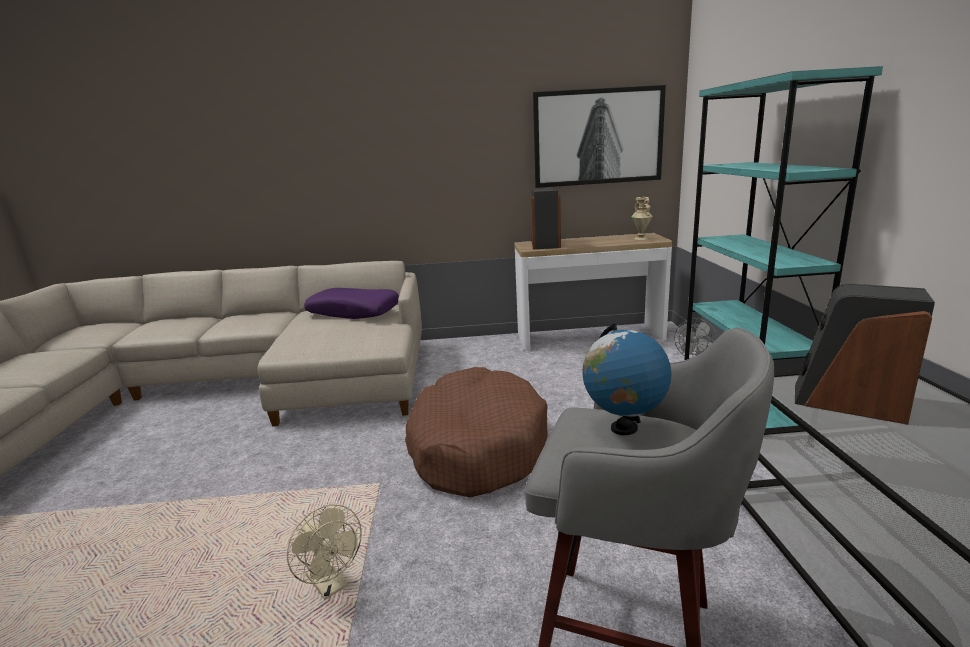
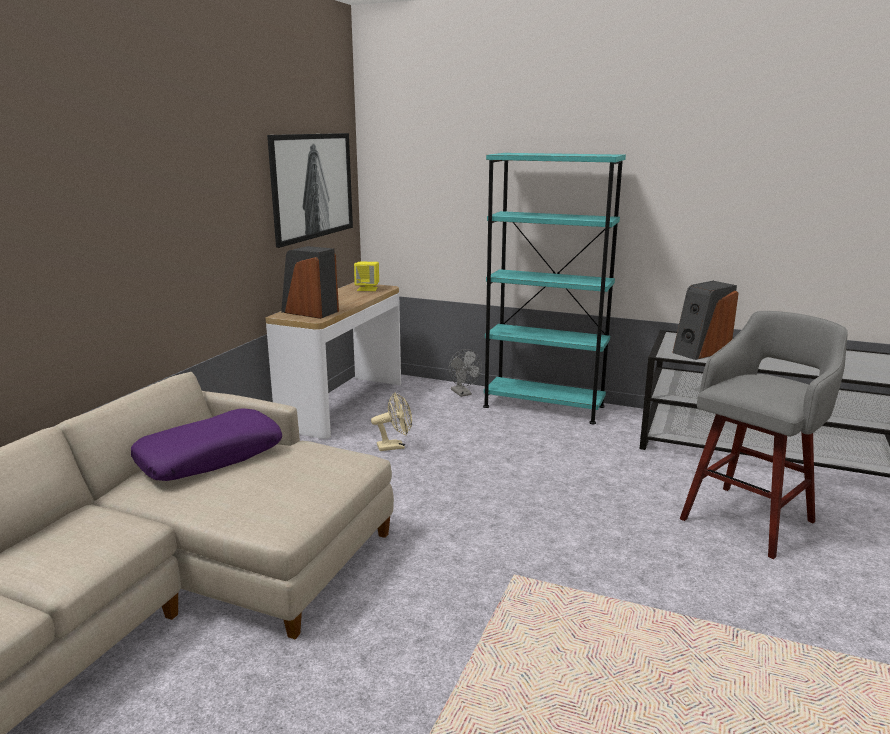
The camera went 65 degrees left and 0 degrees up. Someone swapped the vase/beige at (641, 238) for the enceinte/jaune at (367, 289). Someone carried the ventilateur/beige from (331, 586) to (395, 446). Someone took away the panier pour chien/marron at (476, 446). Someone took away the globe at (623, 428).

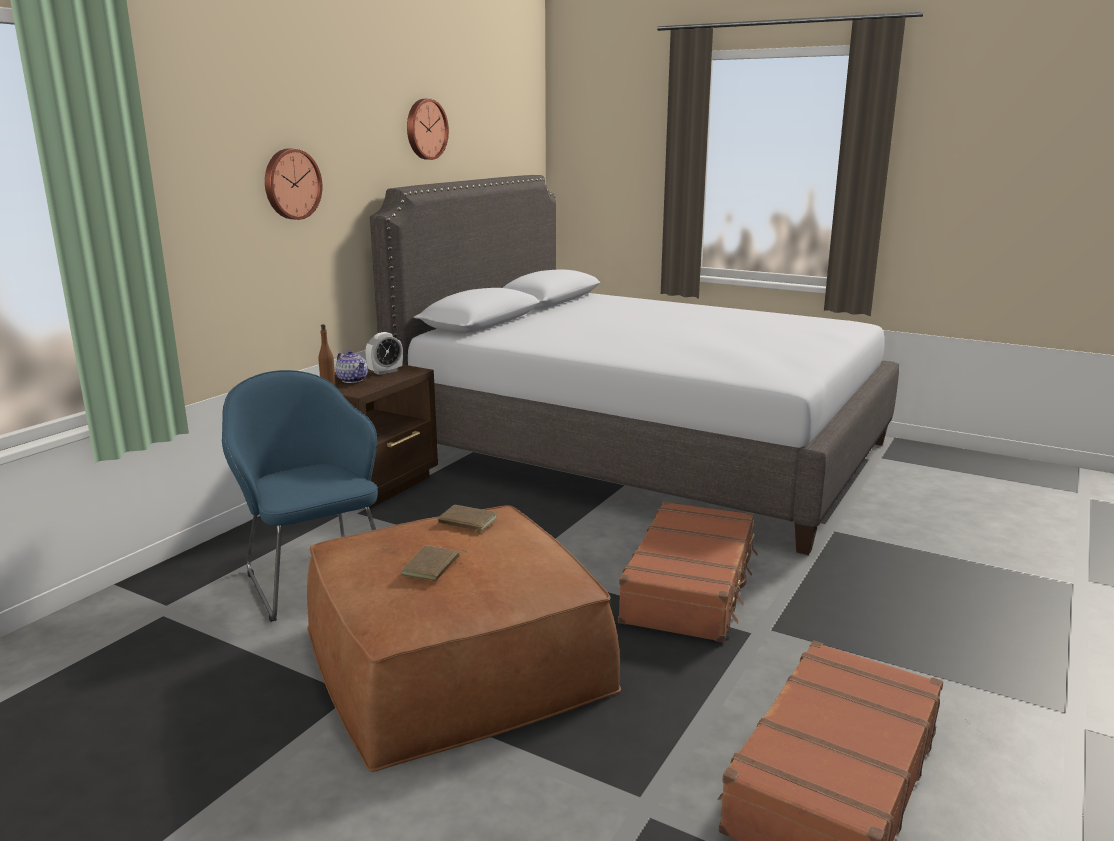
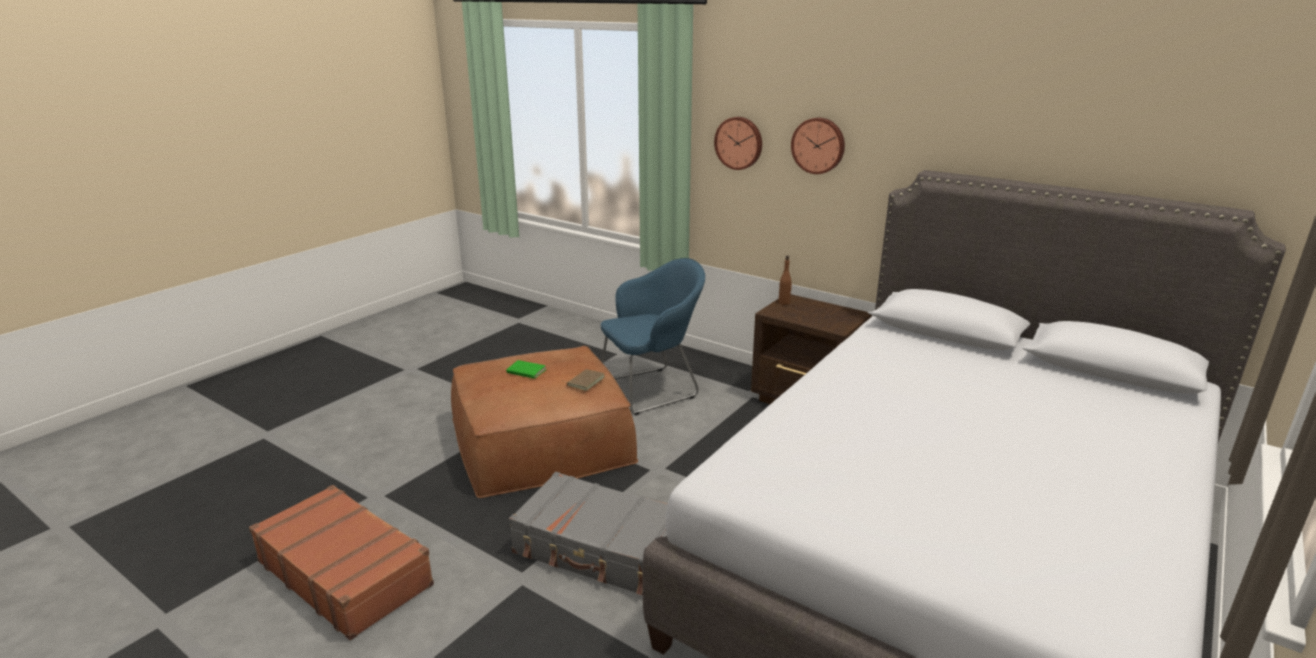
The camera went 95 degrees right and 5 degrees up. Someone repainted the livre/marron at (433, 567), which became the livre/vert at (525, 372). Someone repainted the valise/marron at (691, 586), which became the valise/gris at (604, 550). Someone carried the horloge murale from (425, 129) to (739, 143). Someone took away the théière at (352, 380). Someone took away the réveil at (385, 372).

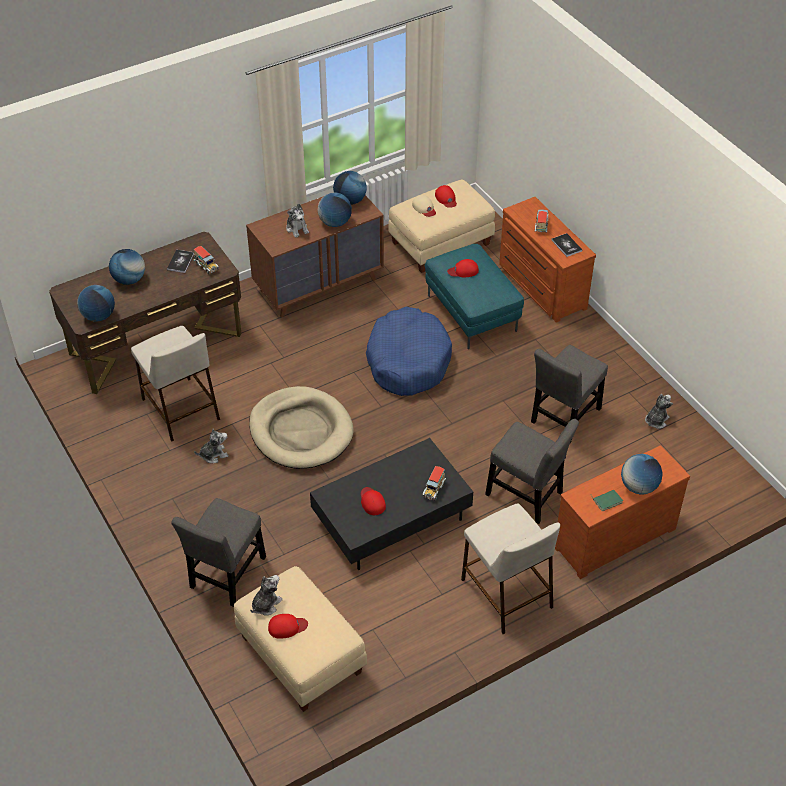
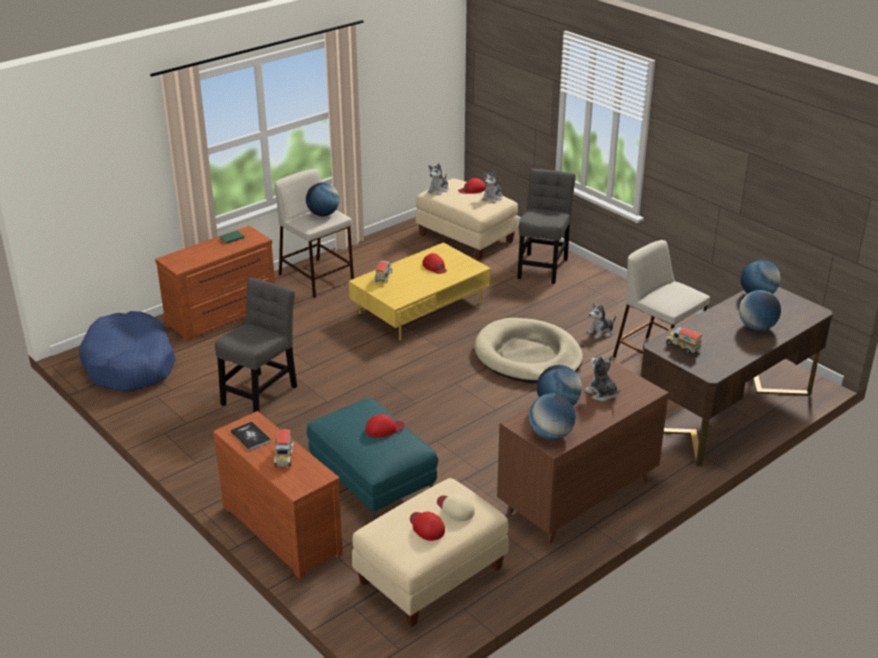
The camera went 170 degrees right and 15 degrees down. Someone carried the panier pour chien/bleu from (408, 361) to (130, 365). Someone carried the globe from (639, 486) to (323, 214). Someone repainted the table basse/noir at (391, 520), which became the table basse/jaune at (420, 307). Someone carried the peluche from (656, 420) to (438, 190). Someone took away the livre at (180, 262). Someone took away the chaise/gris at (527, 496).

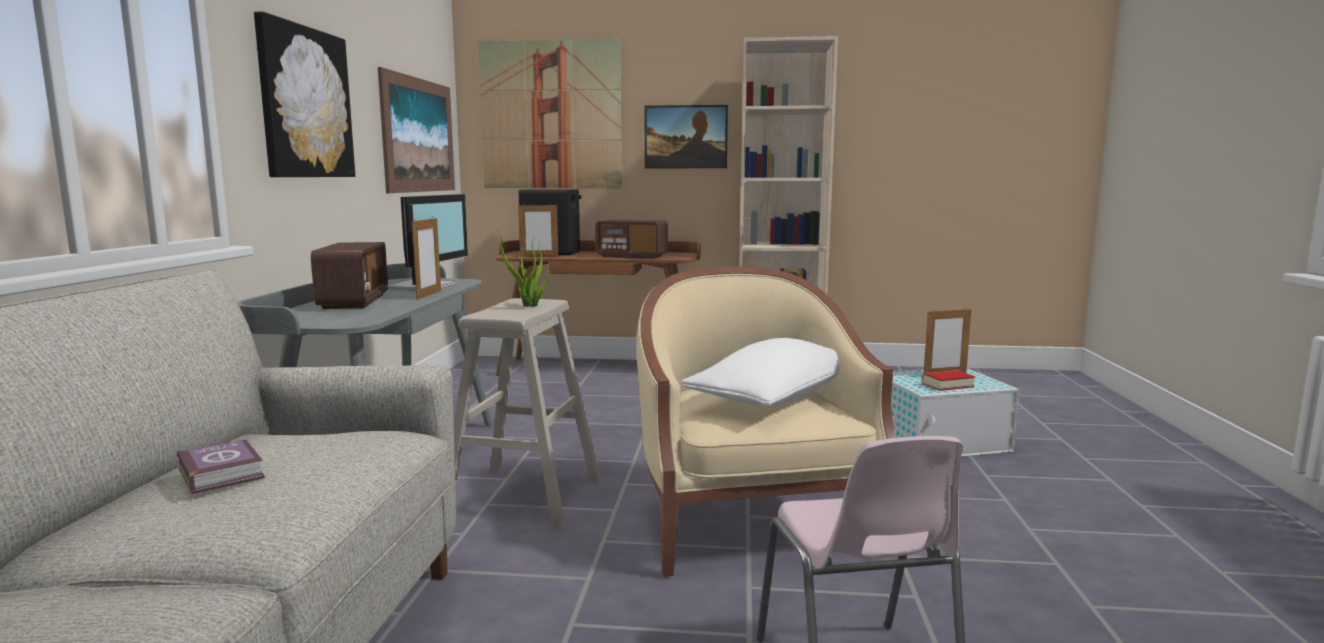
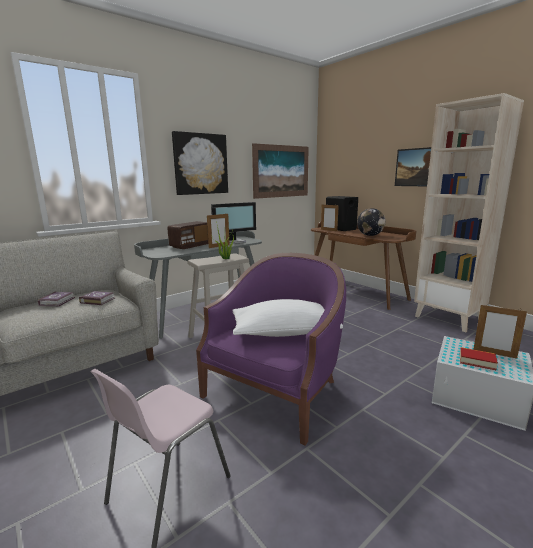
The camera went 45 degrees right and 5 degrees up. Someone put down the livre at (97, 300). Someone repainted the fauteuil/beige at (753, 522), which became the fauteuil/violet at (276, 392). Someone swapped the radio at (632, 256) for the globe at (370, 235). Someone took away the tableau at (550, 115).

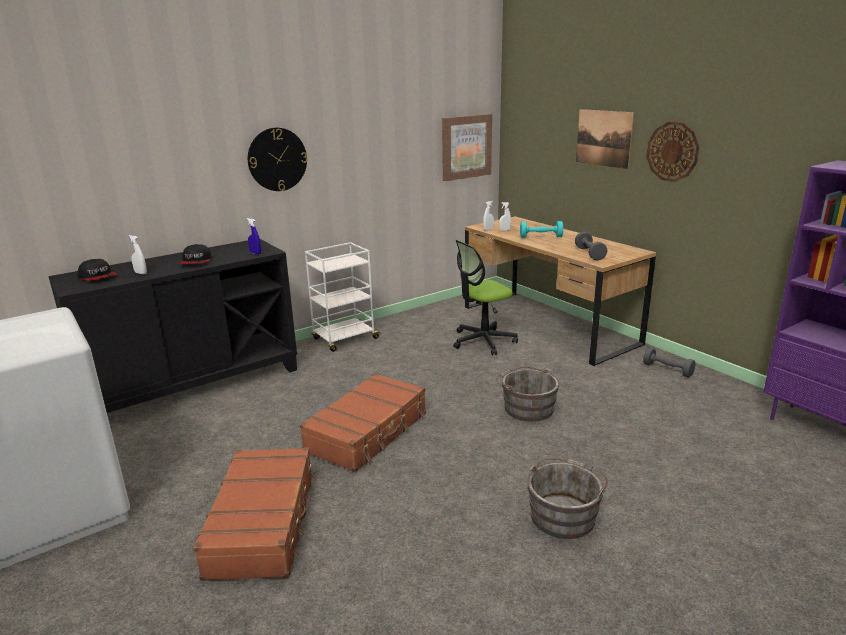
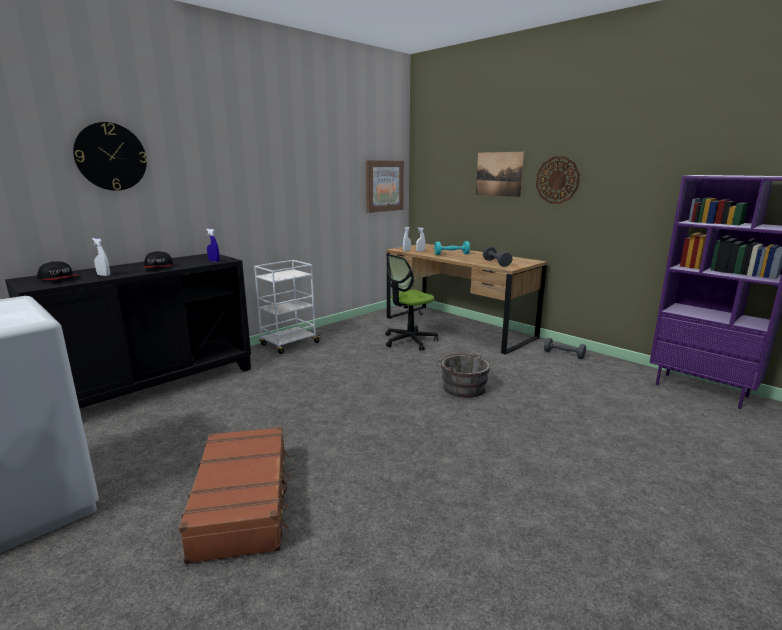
The camera went 10 degrees left and 5 degrees down. Someone carried the horloge murale from (277, 159) to (111, 157). Someone took away the valise/marron at (368, 432). Someone took away the seau/gris at (564, 514).

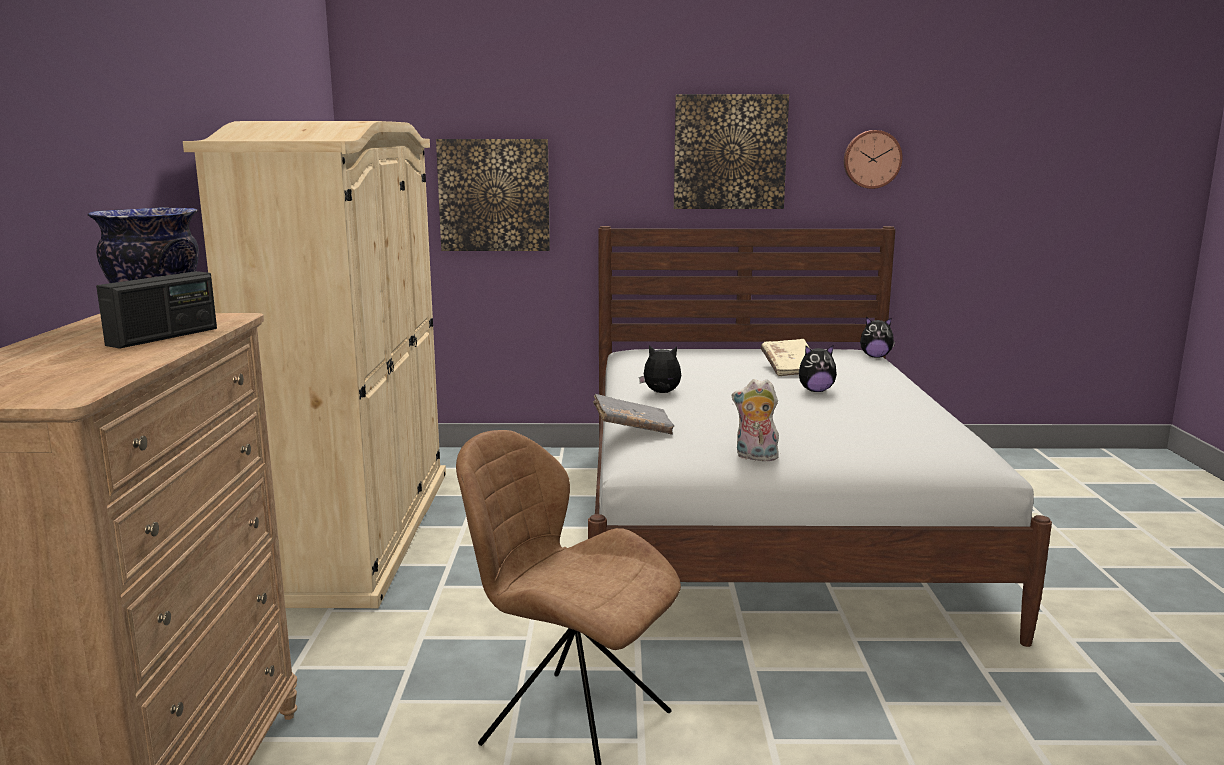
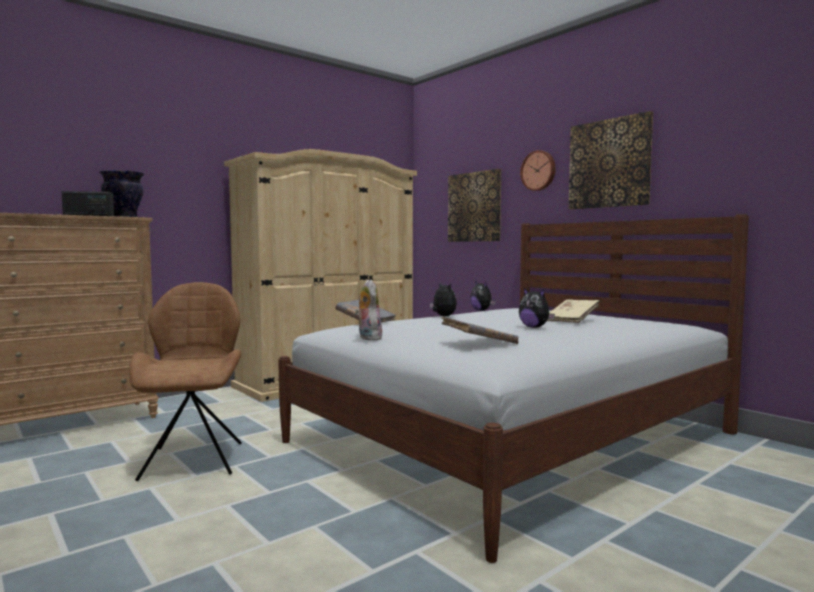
The camera went 50 degrees right and 10 degrees down. Someone put down the livre/gris at (479, 343). Someone carried the peluche from (875, 357) to (482, 310). Someone carried the horloge murale from (871, 159) to (539, 171).

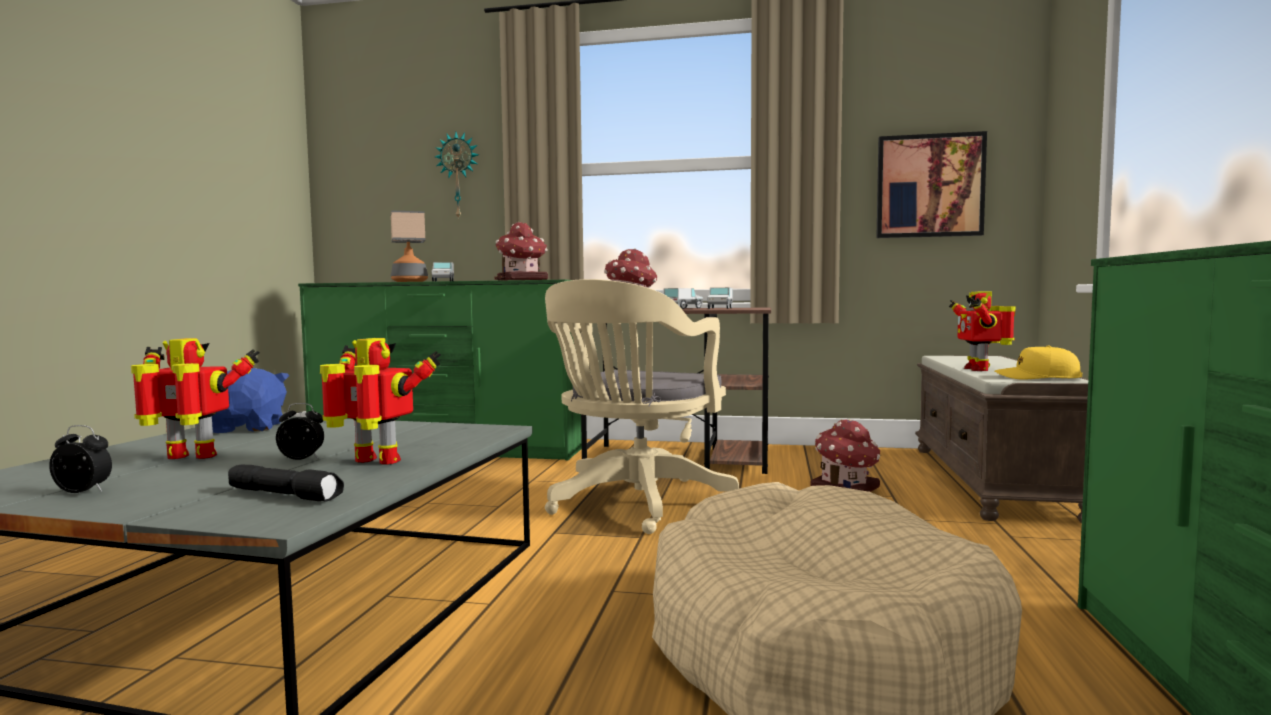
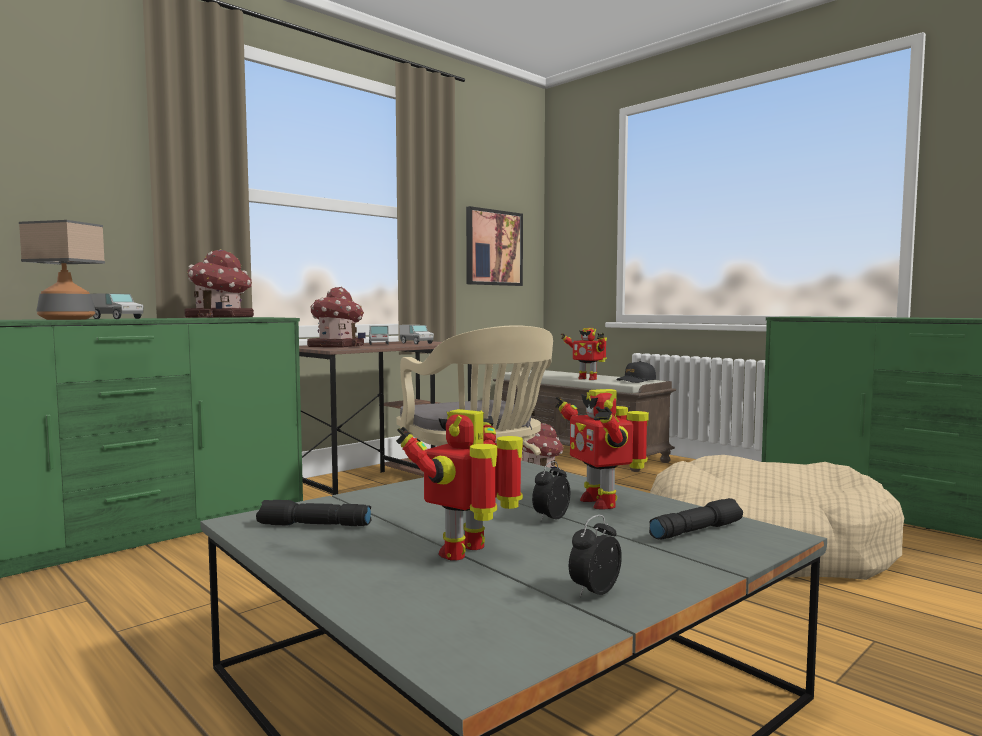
The camera went 55 degrees left and 0 degrees up. Someone swapped the peluche/bleu at (248, 428) for the lampe de poche/noir at (313, 526). Someone rotated the robot jouet at (376, 462) by 75 degrees counterclockwise. Someone repainted the casquette/jaune at (1037, 377), which became the casquette/noir at (636, 381). Someone took away the horloge murale at (458, 176).

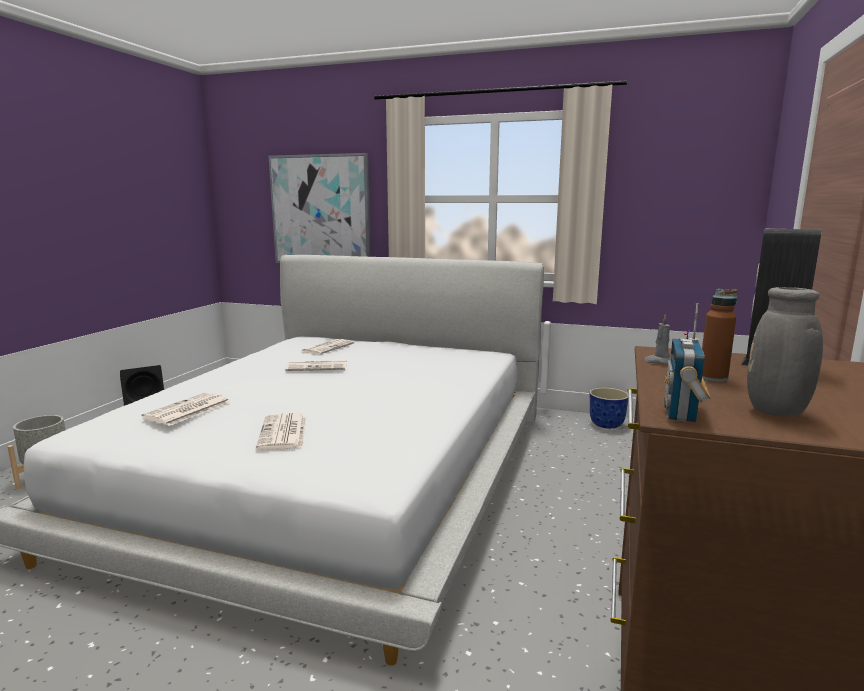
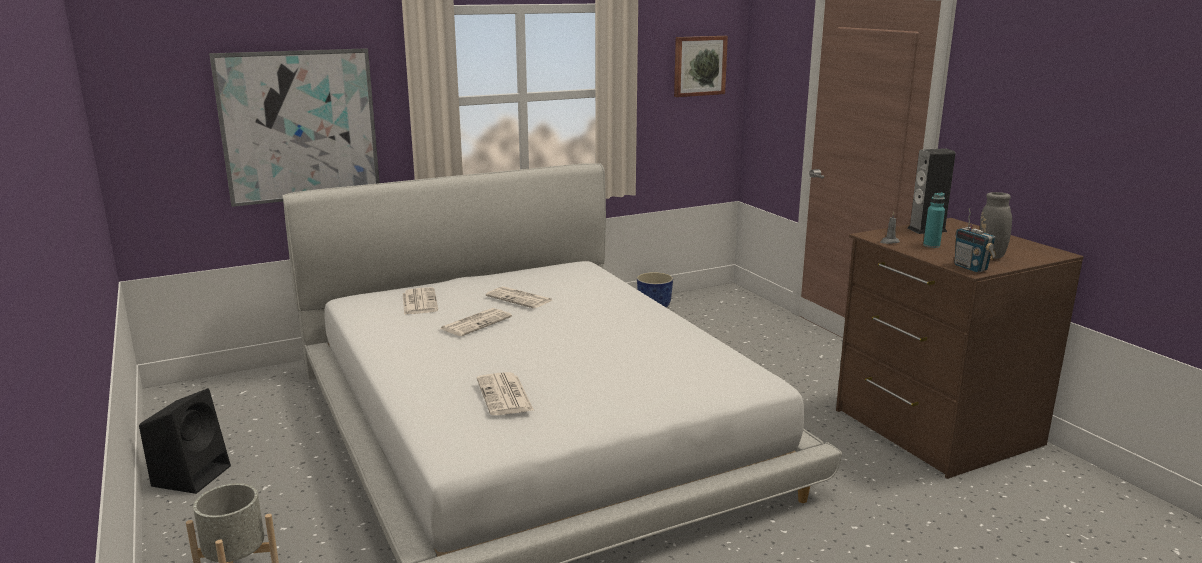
The camera went 45 degrees left and 5 degrees up. Someone carried the journal from (283, 433) to (520, 298). Someone put up the tableau at (699, 66). Someone repainted the bouteille/marron at (713, 378), which became the bouteille/turquoise at (931, 245).

